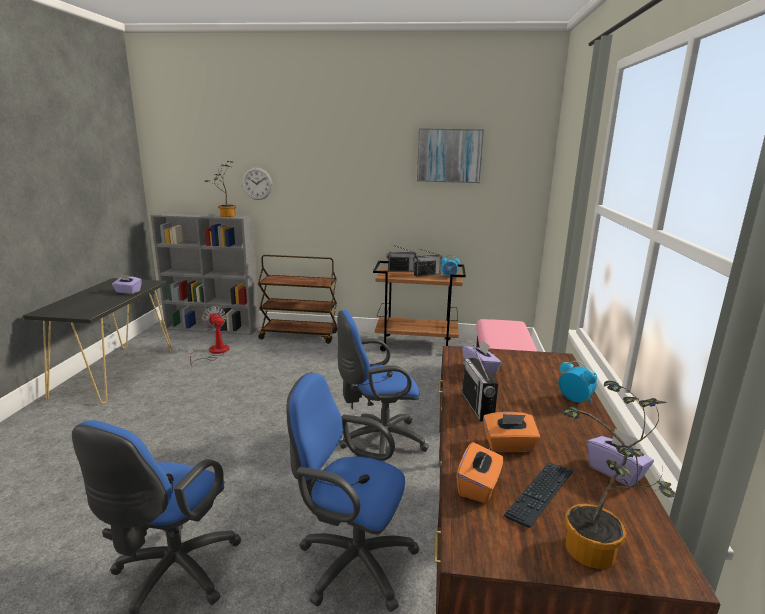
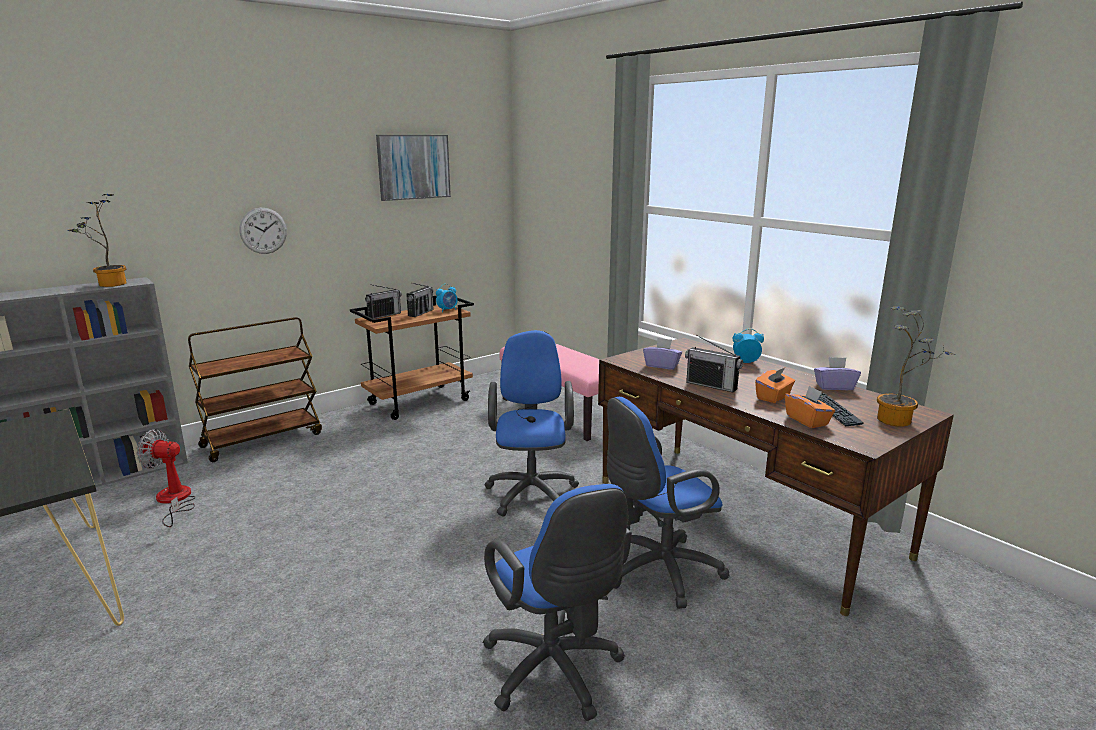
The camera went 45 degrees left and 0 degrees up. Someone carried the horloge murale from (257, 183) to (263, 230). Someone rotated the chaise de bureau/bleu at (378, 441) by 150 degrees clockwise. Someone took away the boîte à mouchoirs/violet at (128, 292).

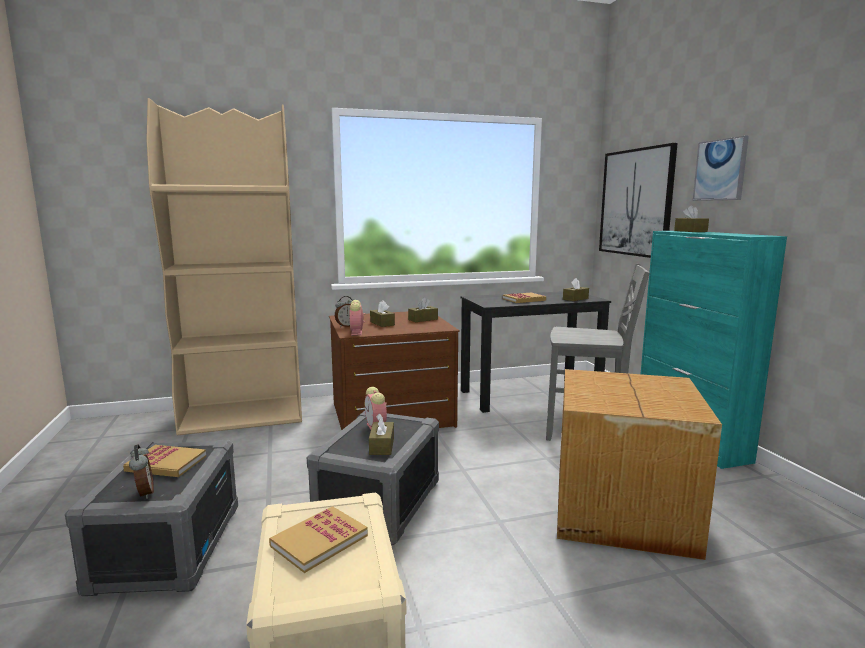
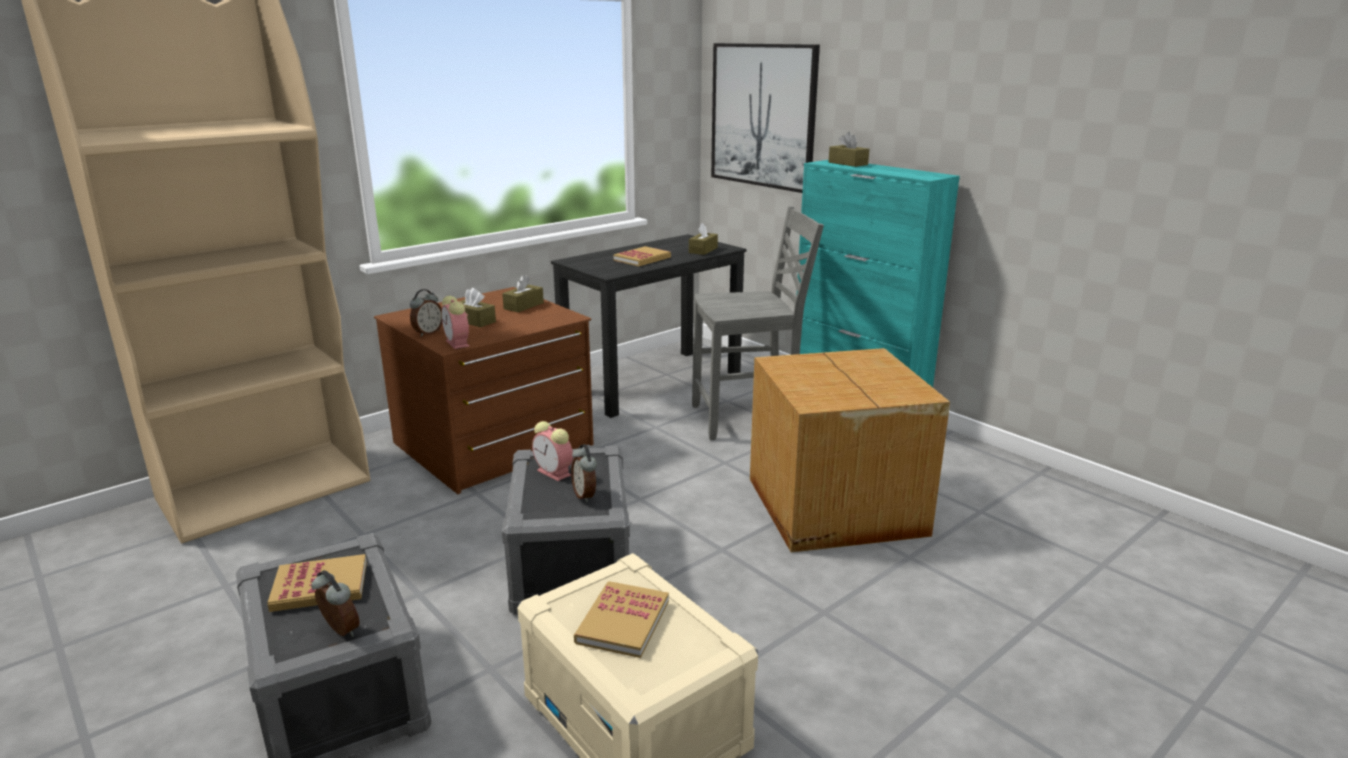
The camera went 25 degrees left and 10 degrees up. Someone swapped the boîte à mouchoirs/marron at (382, 446) for the réveil at (585, 495). Someone took away the tableau at (720, 170).

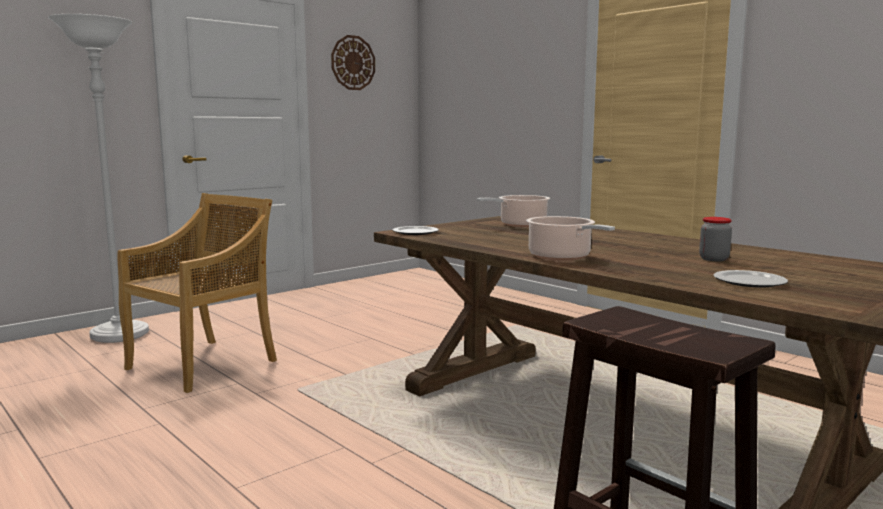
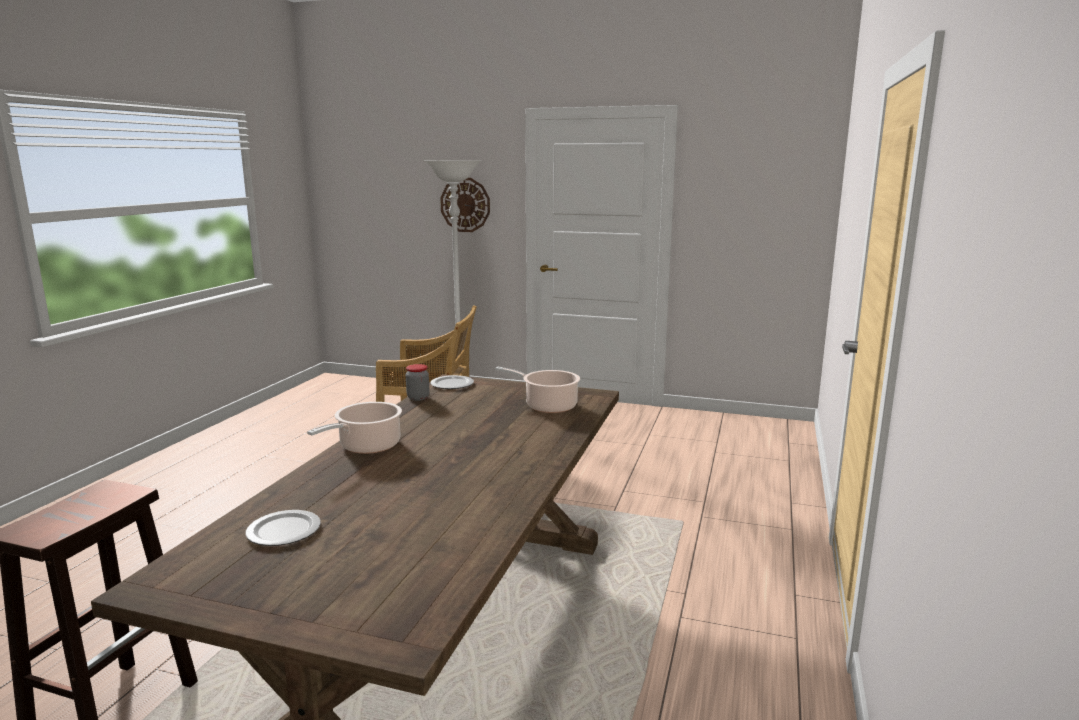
The camera went 60 degrees right and 5 degrees up. Someone carried the bocal from (713, 259) to (418, 398). Someone carried the horloge murale from (353, 63) to (465, 205).

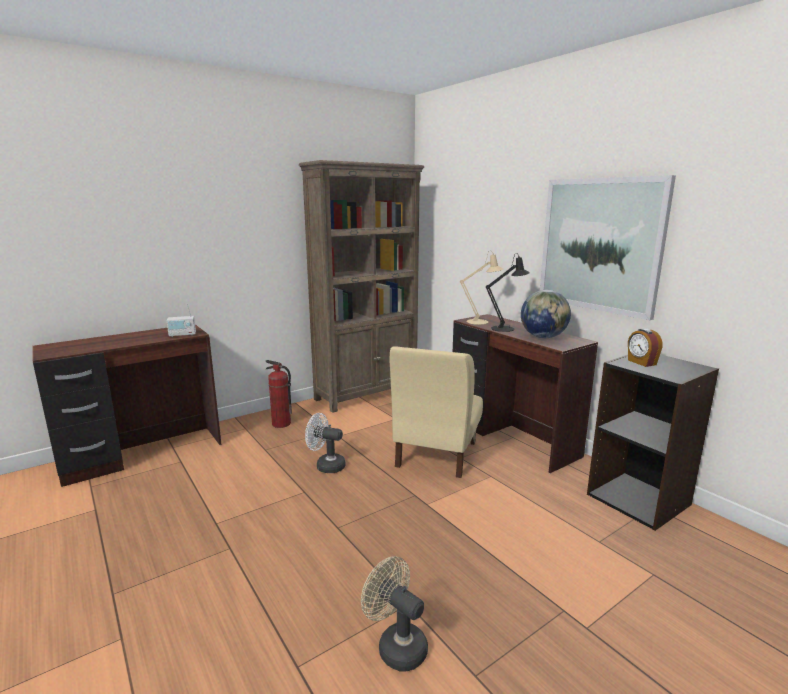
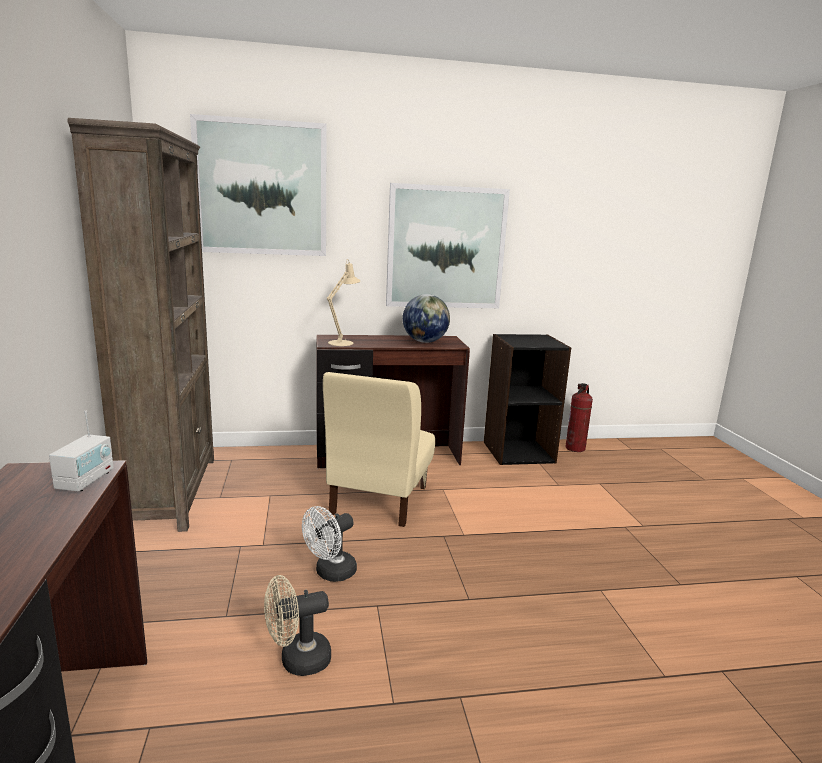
The camera went 65 degrees left and 0 degrees up. Someone put up the tableau at (261, 188). Someone carried the ventilateur/beige from (396, 645) to (297, 660). Someone rotated the chaise/beige at (436, 454) by 60 degrees clockwise. Someone carried the extincteur from (281, 424) to (575, 448). Someone took away the lampe de table/noir at (505, 328). Someone took away the réveil at (641, 362).

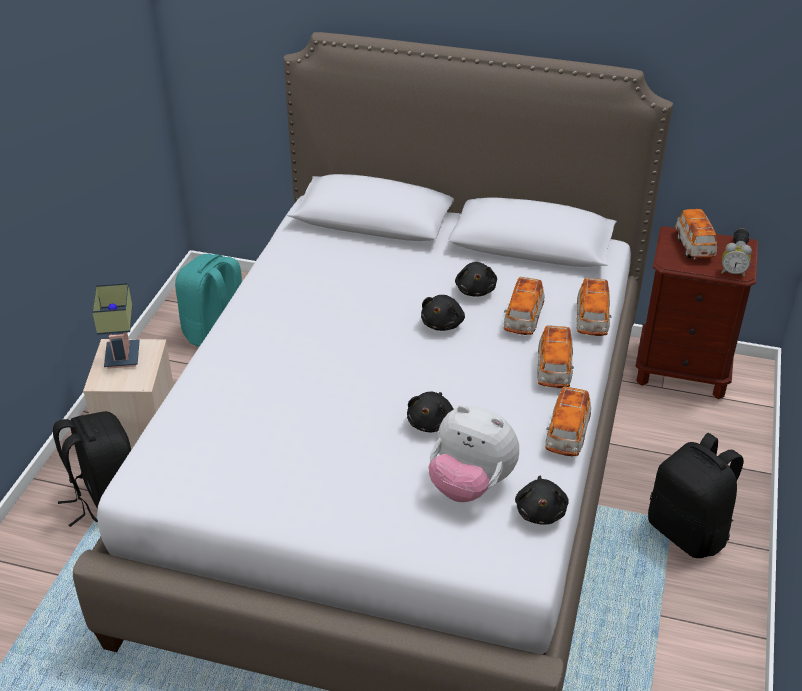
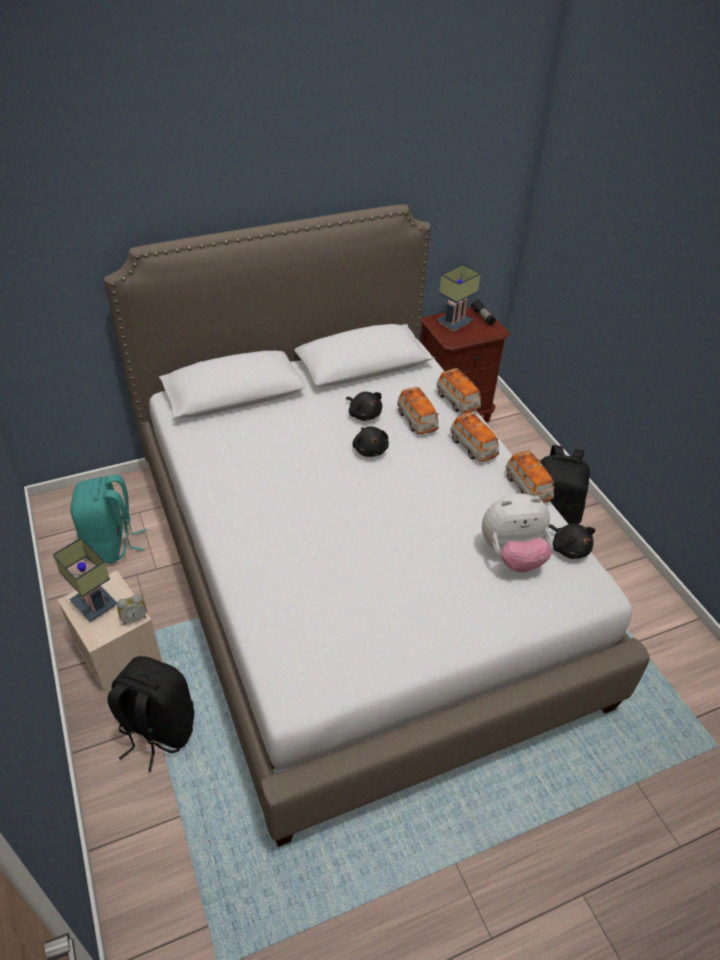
The camera went 40 degrees left and 5 degrees up. Someone carried the réveil from (733, 273) to (134, 618). Someone swapped the petite voiture at (693, 247) for the lampe de table at (454, 324). Someone took away the peluche/noir at (431, 422).

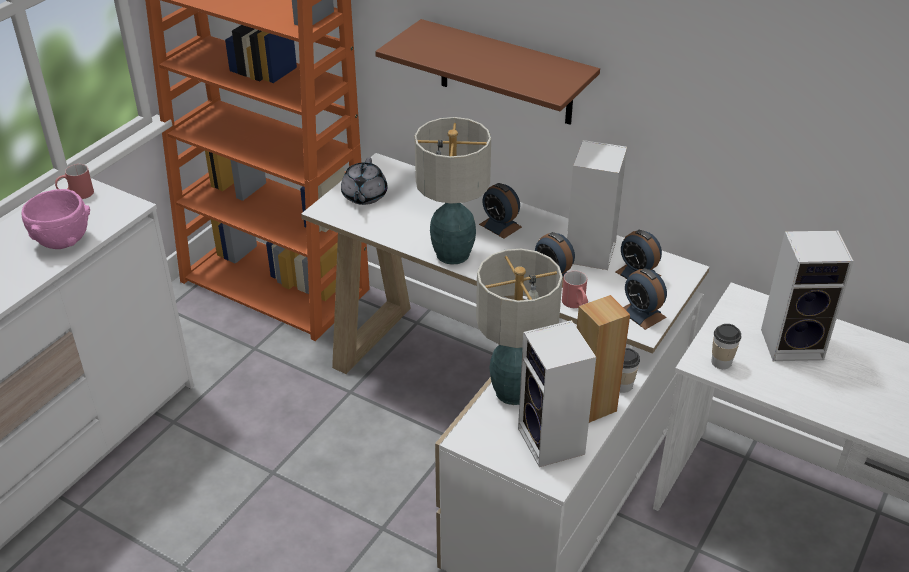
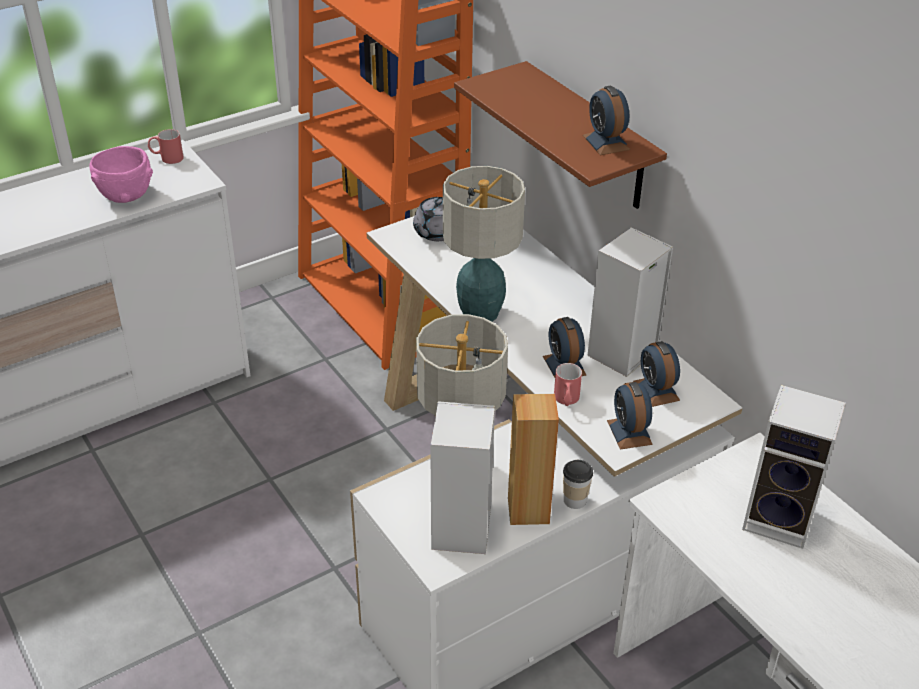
The camera went 25 degrees right and 0 degrees up. Someone carried the réveil from (500, 225) to (606, 142). Someone took away the tasse at (721, 362).

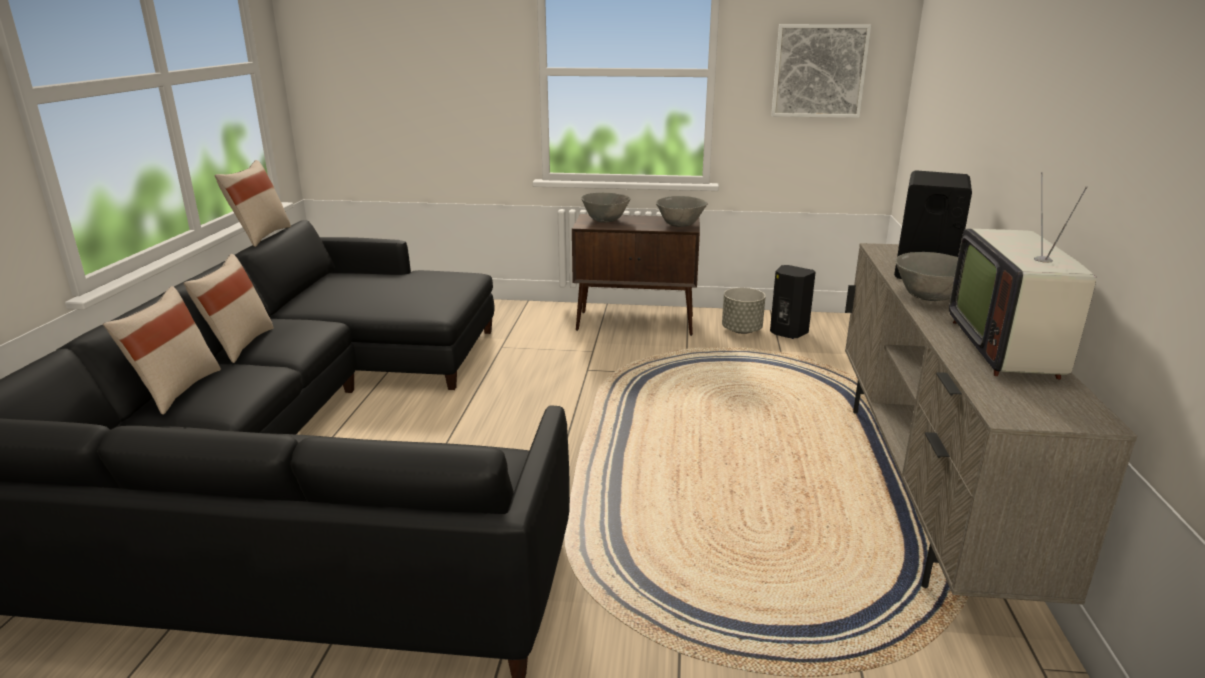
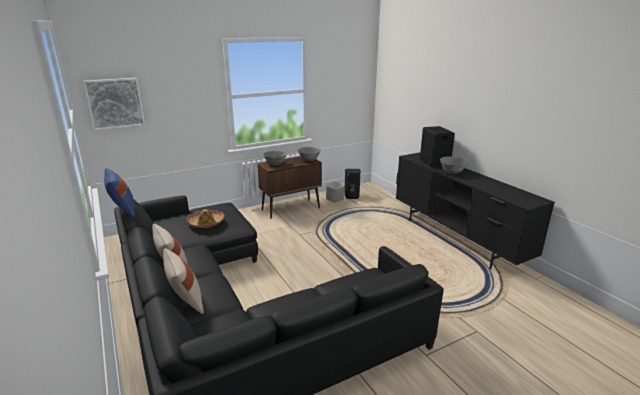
The camera went 35 degrees left and 0 degrees up. Someone carried the tableau from (819, 71) to (115, 103). Someone repainted the coussin/beige at (260, 236), which became the coussin/bleu at (123, 211). Someone put down the chapeau at (206, 223). Someone repainted the meuble télé/beige at (924, 489), which became the meuble télé/noir at (456, 240). Someone took away the téléviseur at (1009, 347).

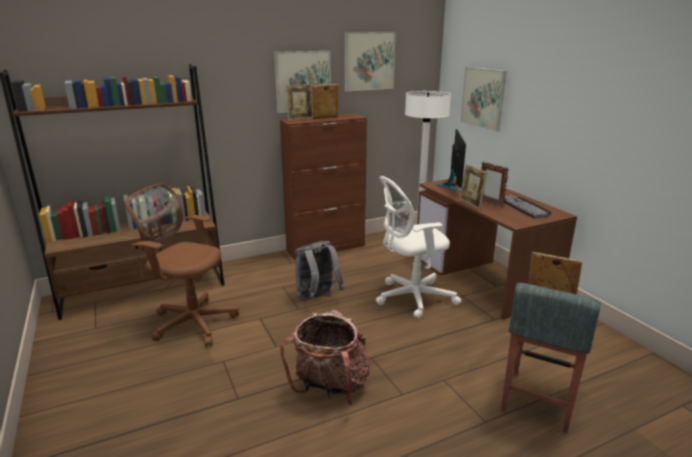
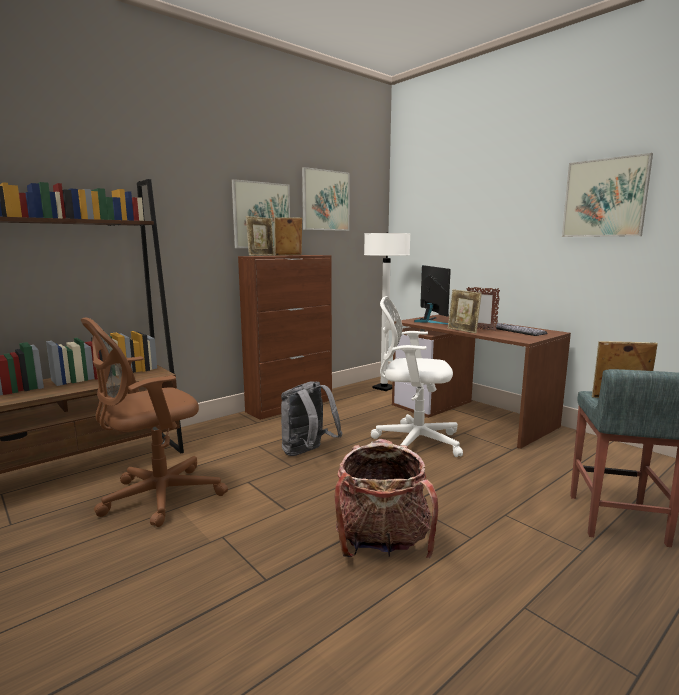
The camera went 15 degrees left and 10 degrees down. Someone rotated the chaise de bureau/marron at (191, 321) by 45 degrees counterclockwise. Someone rotated the chaise de bureau/blanc at (411, 298) by 45 degrees clockwise. Someone carried the tableau from (483, 98) to (604, 198).

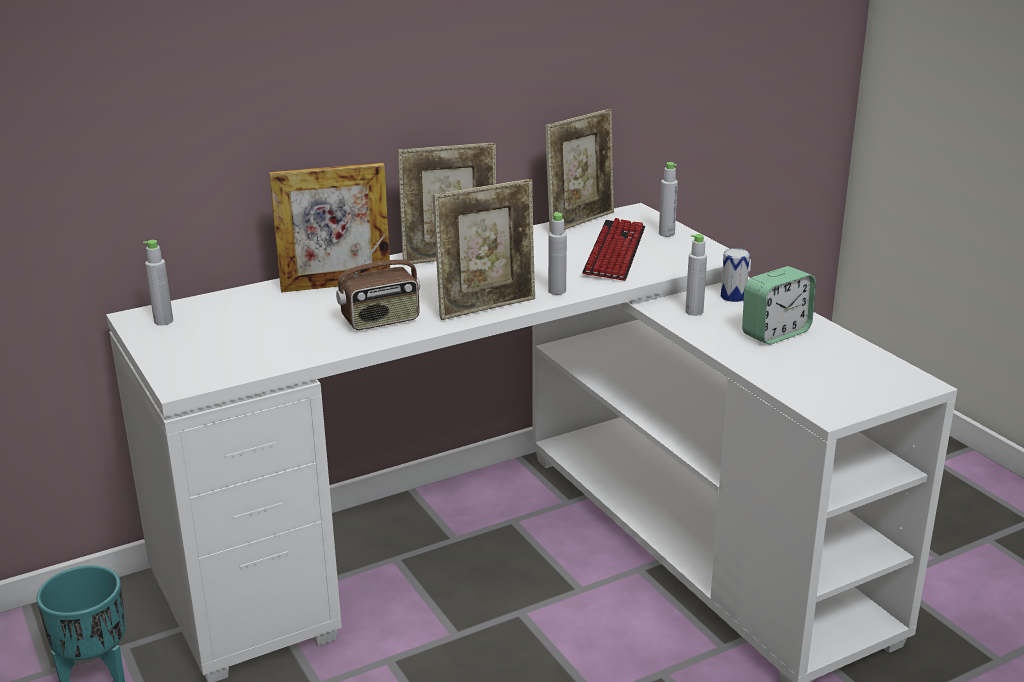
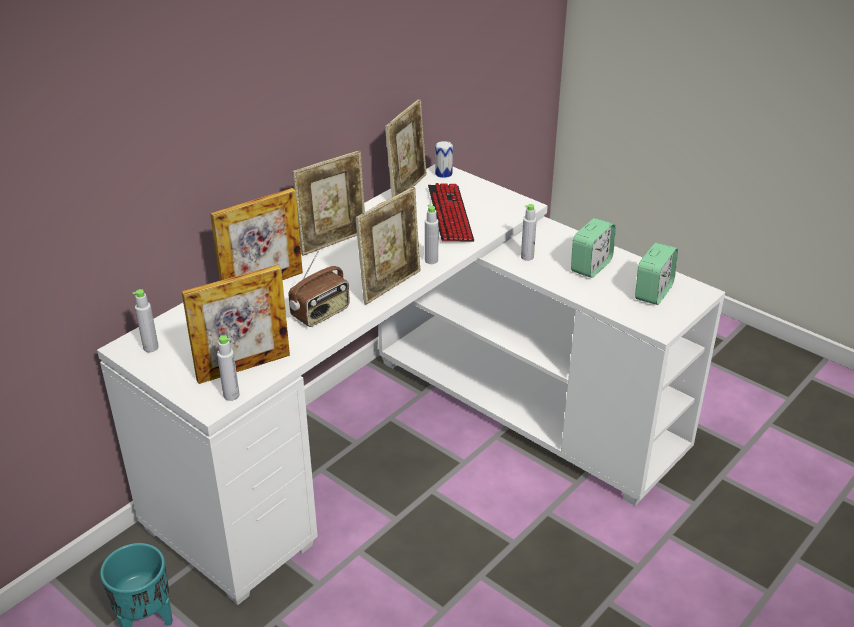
The camera went 20 degrees left and 10 degrees up. Someone put down the cadre photo at (243, 367). Someone carried the bouteille/gris from (666, 234) to (231, 395). Someone carried the boîte métallique from (733, 297) to (443, 173). Someone put down the réveil at (653, 292).

